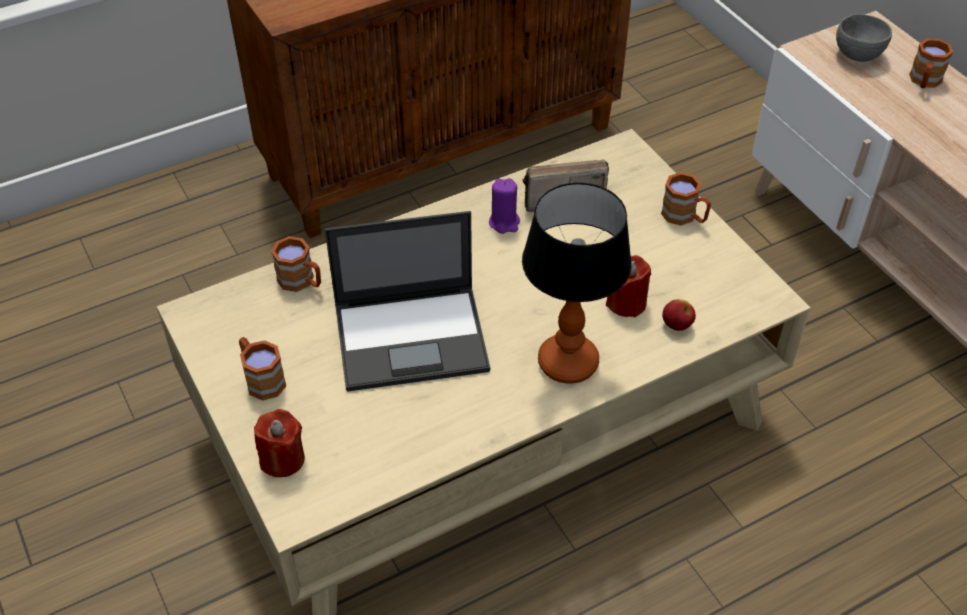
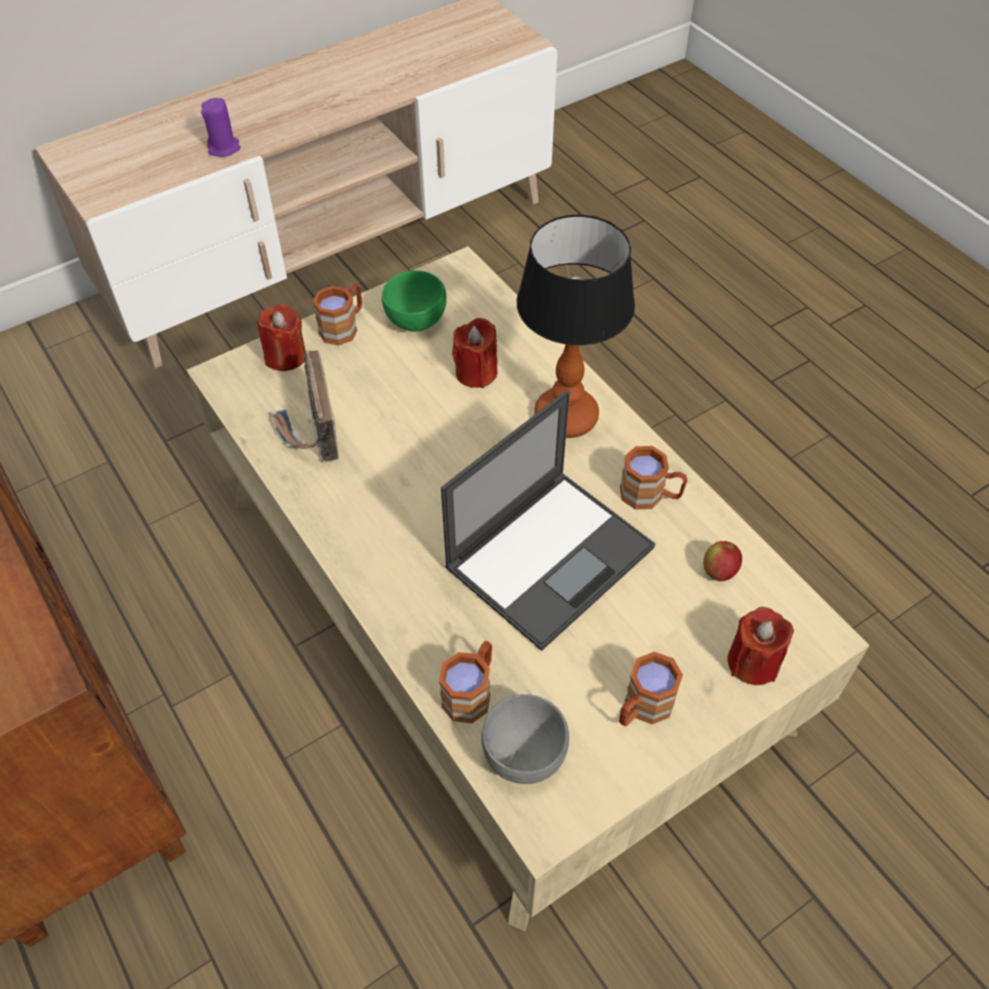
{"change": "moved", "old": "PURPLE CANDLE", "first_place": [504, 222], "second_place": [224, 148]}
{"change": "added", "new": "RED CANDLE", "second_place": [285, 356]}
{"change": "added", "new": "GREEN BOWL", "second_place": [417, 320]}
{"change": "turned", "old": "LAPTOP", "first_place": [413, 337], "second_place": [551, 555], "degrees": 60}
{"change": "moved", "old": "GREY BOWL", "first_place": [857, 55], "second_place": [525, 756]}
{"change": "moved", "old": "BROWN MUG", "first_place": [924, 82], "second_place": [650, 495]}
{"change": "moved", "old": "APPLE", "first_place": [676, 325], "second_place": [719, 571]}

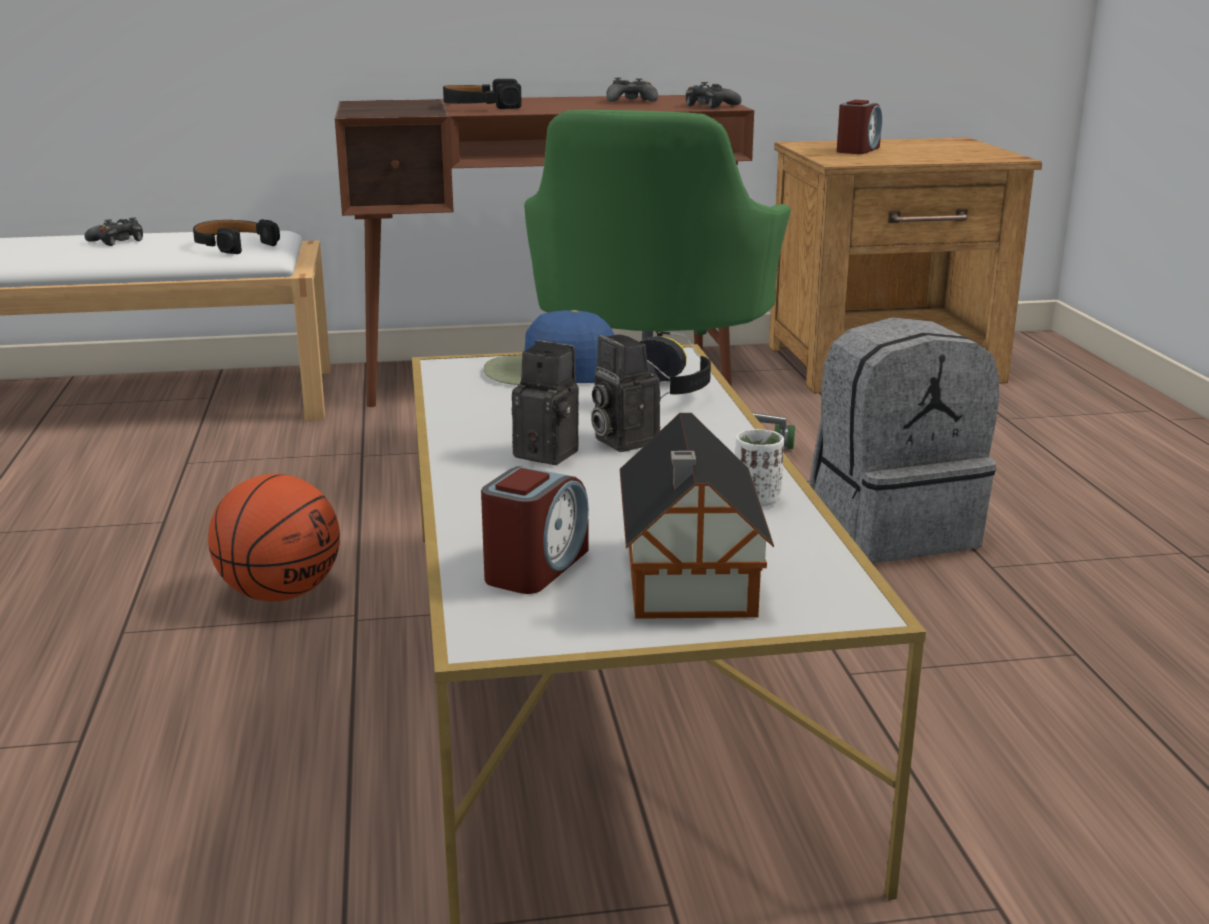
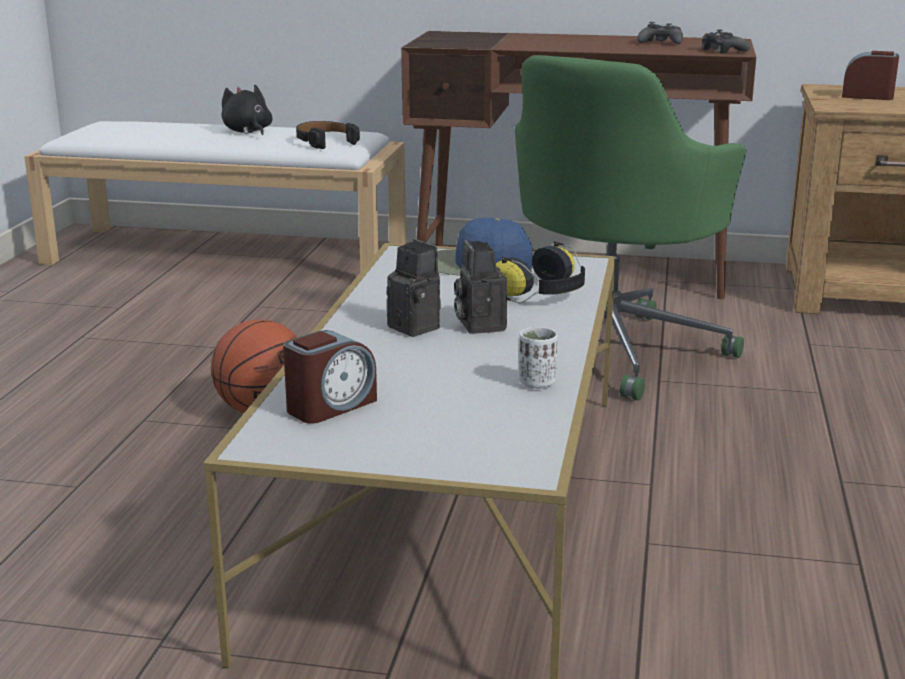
{"change": "replaced", "old": "BLACK GAME CONTROLLER", "new": "BLACK PLUSH TOY", "first_place": [118, 241], "second_place": [247, 132]}
{"change": "turned", "old": "ALARM CLOCK", "first_place": [857, 150], "second_place": [867, 96], "degrees": -120}
{"change": "removed", "old": "BLACK HEADPHONES", "first_place": [482, 106]}
{"change": "removed", "old": "TOY HOUSE", "first_place": [687, 579]}
{"change": "removed", "old": "GREY BACKPACK", "first_place": [892, 529]}

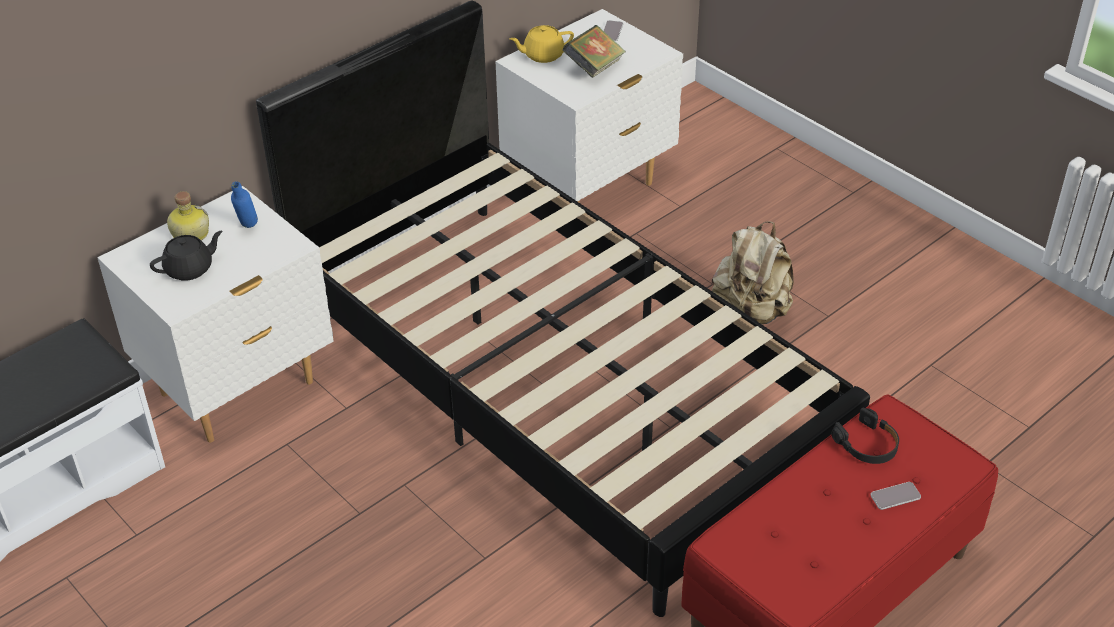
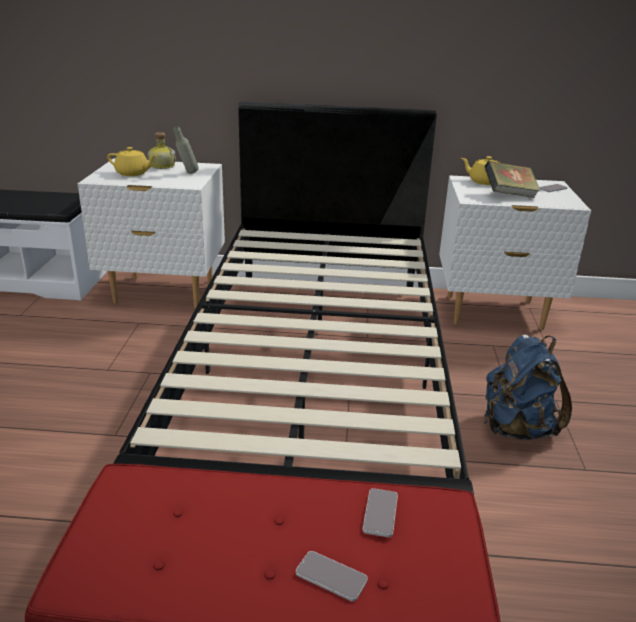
{"change": "recoloured", "old": "BLACK TEAPOT", "new": "YELLOW TEAPOT", "first_place": [190, 269], "second_place": [133, 173]}
{"change": "recoloured", "old": "BLUE BOTTLE", "new": "GREY BOTTLE", "first_place": [248, 229], "second_place": [187, 173]}
{"change": "replaced", "old": "BLACK HEADPHONES", "new": "PHONE", "first_place": [867, 444], "second_place": [380, 513]}
{"change": "recoloured", "old": "BEIGE BACKPACK", "new": "BLUE BACKPACK", "first_place": [751, 312], "second_place": [517, 429]}

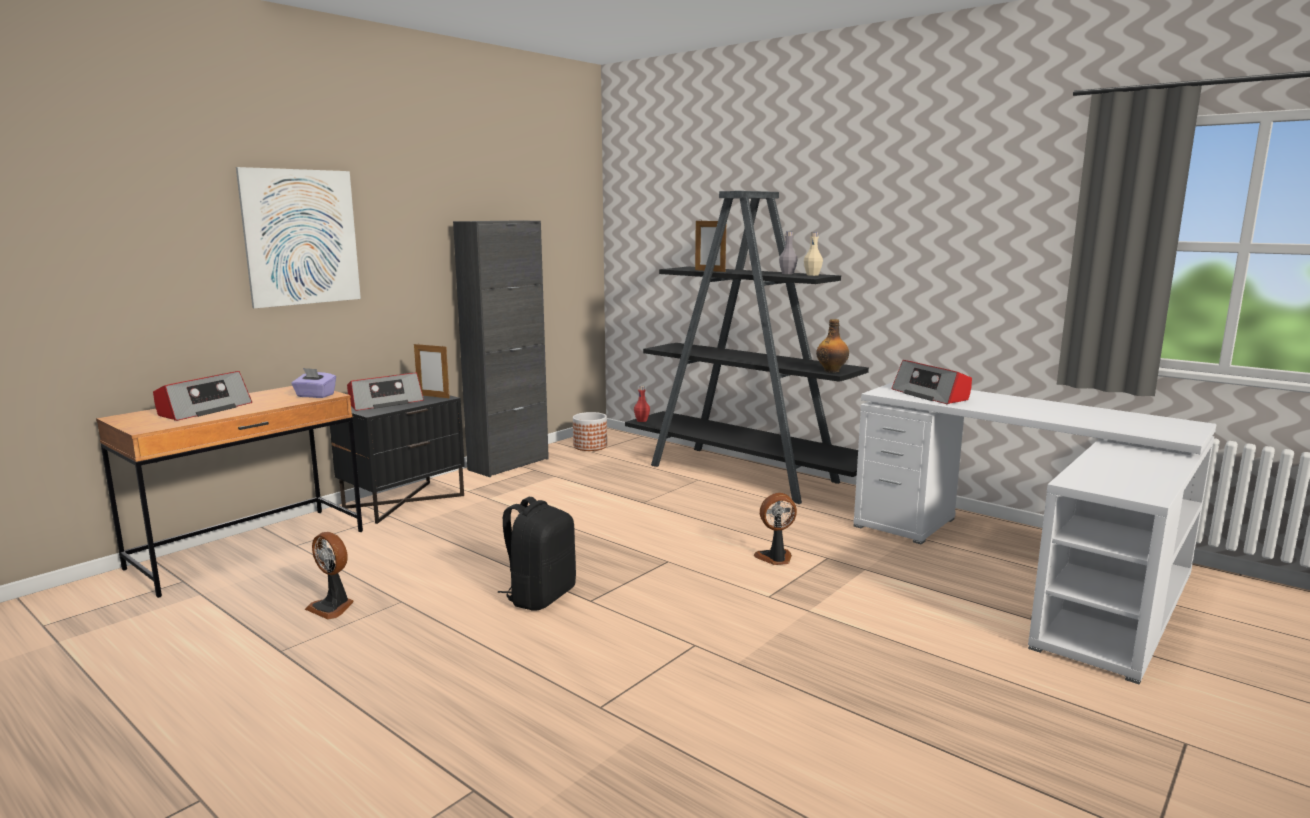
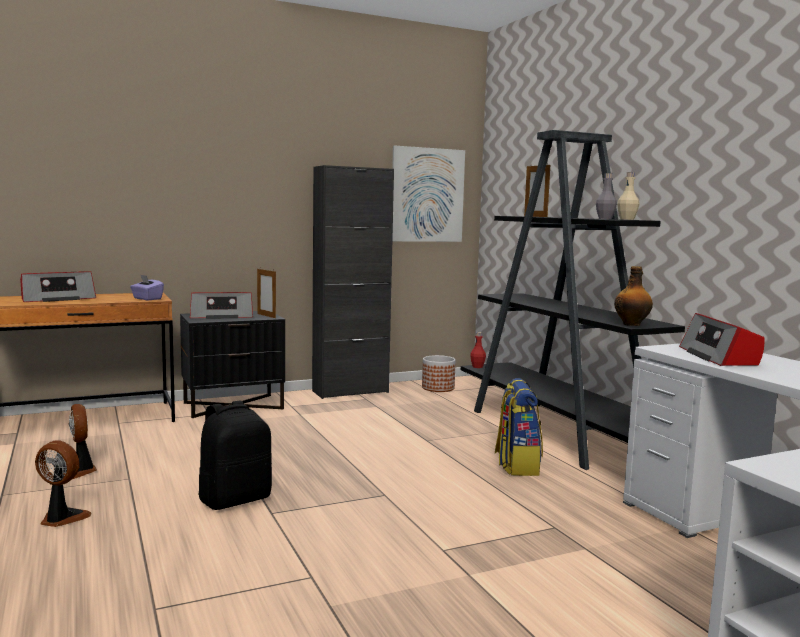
{"change": "moved", "old": "FAN", "first_place": [775, 558], "second_place": [61, 519]}
{"change": "moved", "old": "PICTURE", "first_place": [301, 237], "second_place": [427, 195]}
{"change": "added", "new": "BACKPACK", "second_place": [517, 465]}

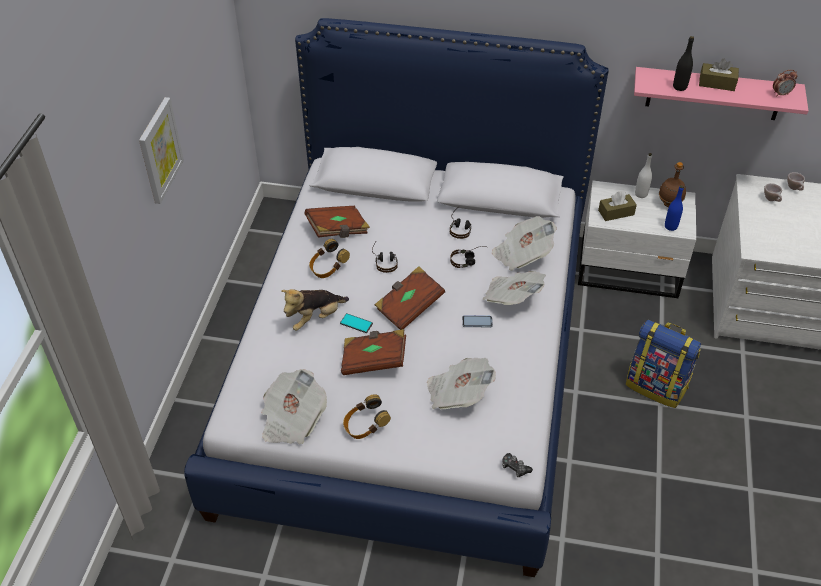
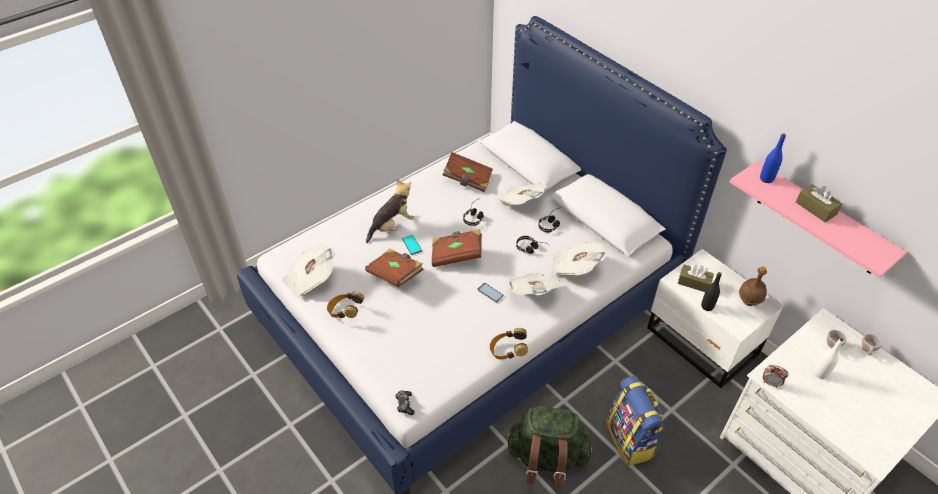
{"change": "turned", "old": "PLUSH TOY", "first_place": [315, 318], "second_place": [392, 226], "degrees": 135}
{"change": "moved", "old": "HEADPHONES", "first_place": [328, 268], "second_place": [507, 351]}
{"change": "moved", "old": "NEWSPAPER", "first_place": [458, 394], "second_place": [521, 202]}
{"change": "added", "new": "GREEN BACKPACK", "second_place": [546, 459]}
{"change": "moved", "old": "BLACK BOTTLE", "first_place": [679, 87], "second_place": [707, 306]}
{"change": "moved", "old": "BLUE BOTTLE", "first_place": [670, 226], "second_place": [766, 179]}
{"change": "moved", "old": "ALARM CLOCK", "first_place": [781, 94], "second_place": [770, 383]}
{"change": "moved", "old": "WHITE BOTTLE", "first_place": [641, 194], "second_place": [820, 373]}
{"change": "removed", "old": "PICTURE", "first_place": [159, 150]}

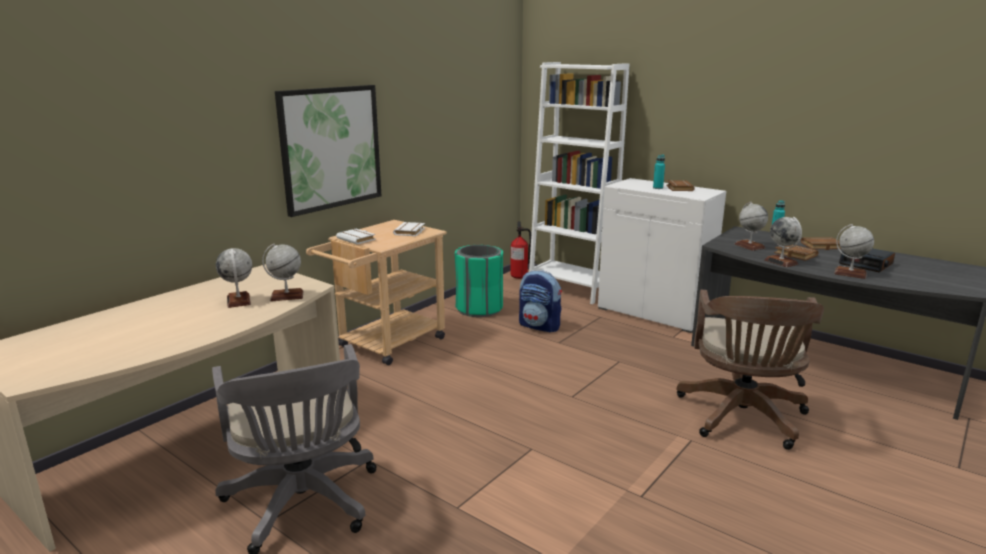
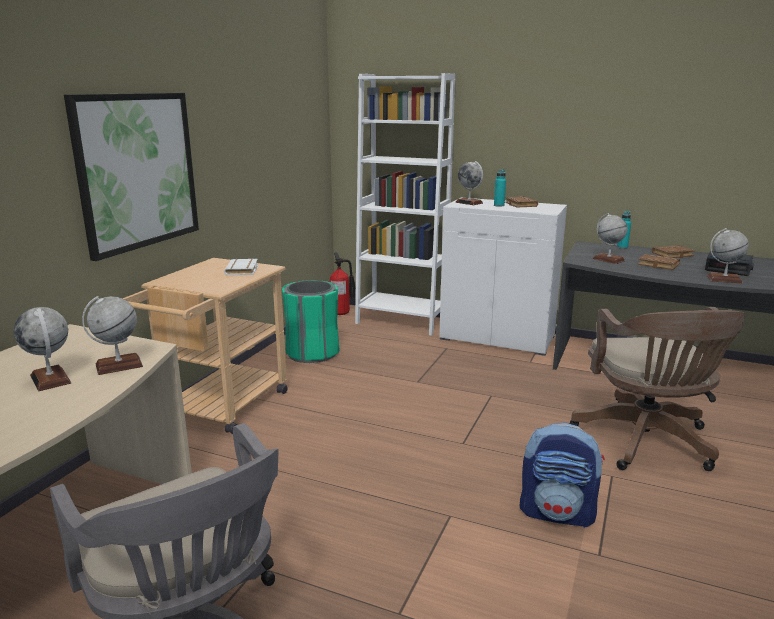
{"change": "moved", "old": "GLOBE", "first_place": [781, 262], "second_place": [469, 202]}
{"change": "moved", "old": "BACKPACK", "first_place": [540, 326], "second_place": [557, 513]}
{"change": "removed", "old": "WHITE BOOK", "first_place": [357, 239]}

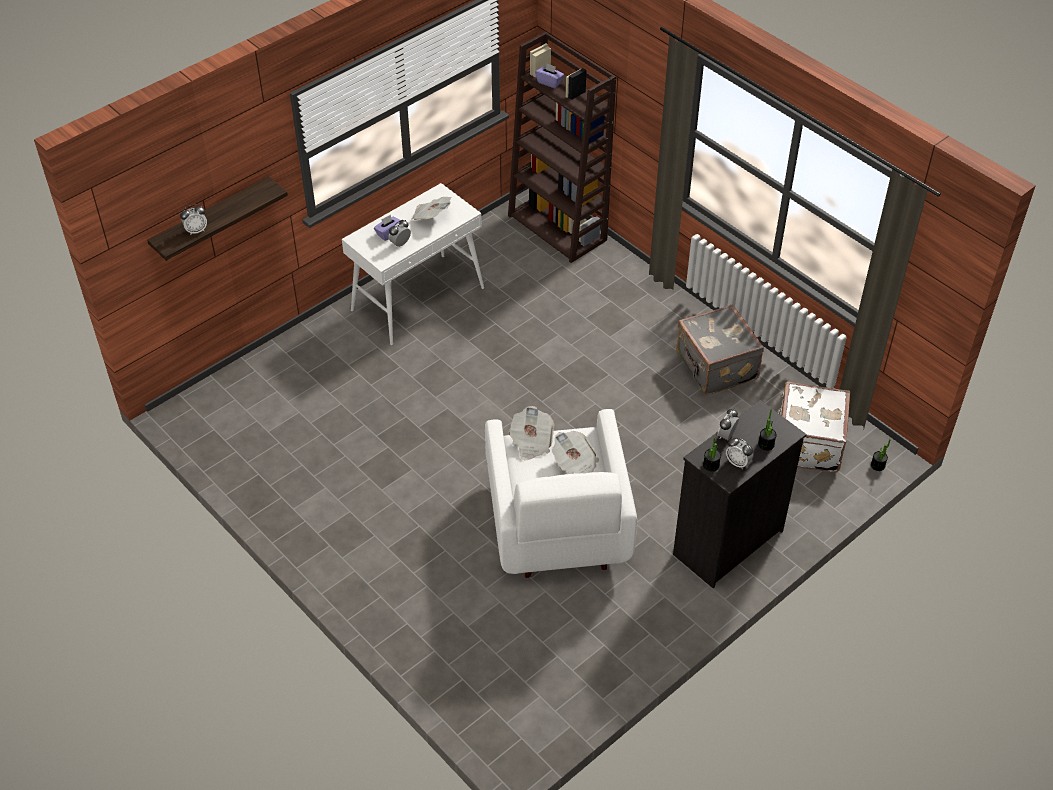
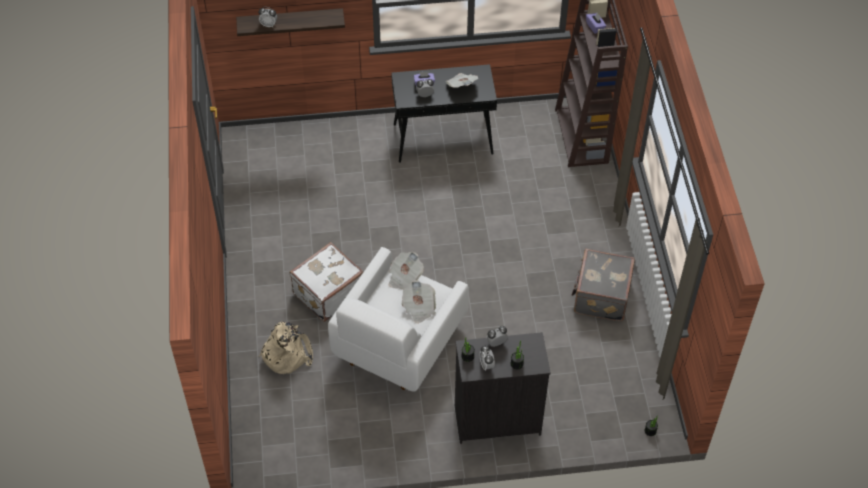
{"change": "added", "new": "BEIGE BACKPACK", "second_place": [286, 353]}
{"change": "moved", "old": "WHITE SUITCASE", "first_place": [806, 443], "second_place": [327, 293]}
{"change": "recoloured", "old": "WHITE CONSOLE TABLE", "new": "BLACK CONSOLE TABLE", "first_place": [418, 299], "second_place": [443, 139]}

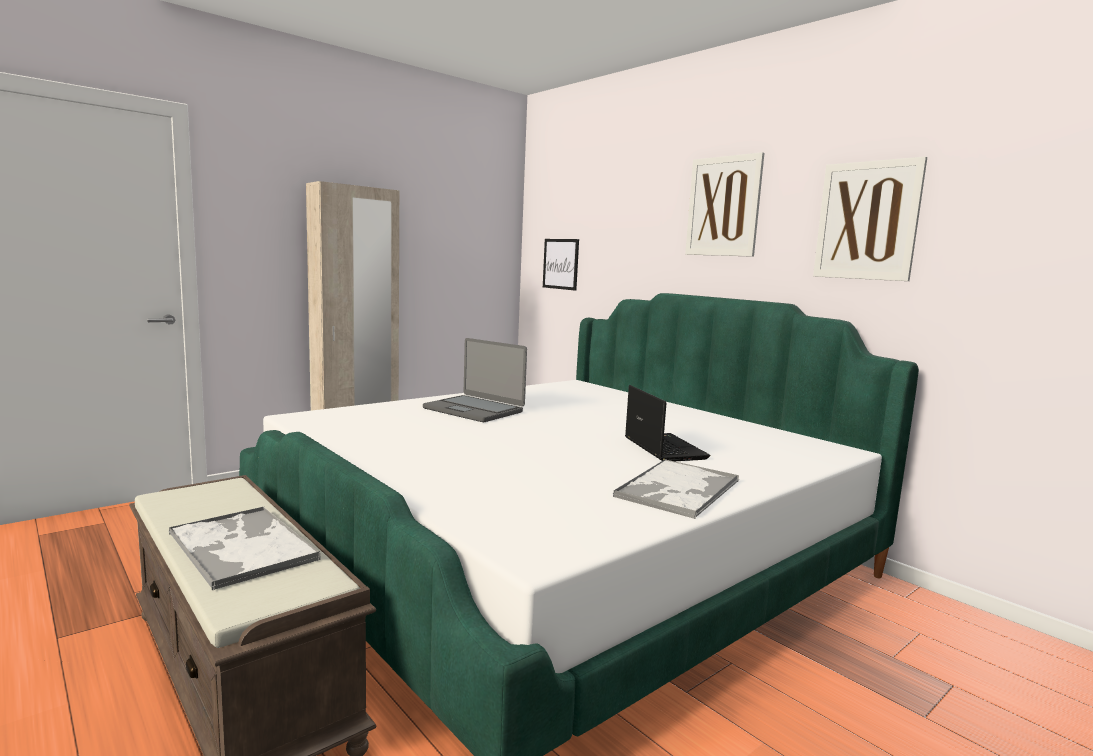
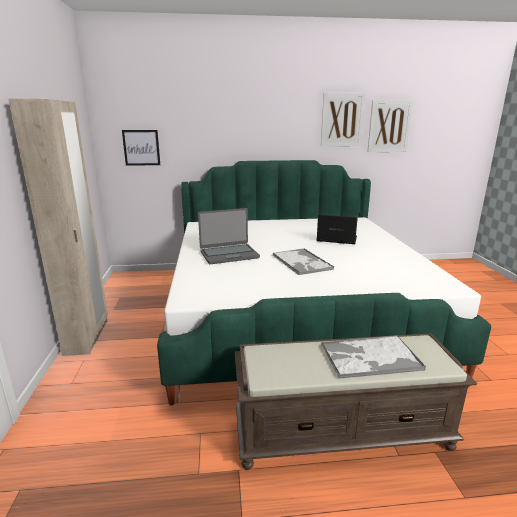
{"change": "moved", "old": "TRAY", "first_place": [677, 489], "second_place": [302, 262]}
{"change": "moved", "old": "PICTURE", "first_place": [723, 206], "second_place": [389, 126]}

